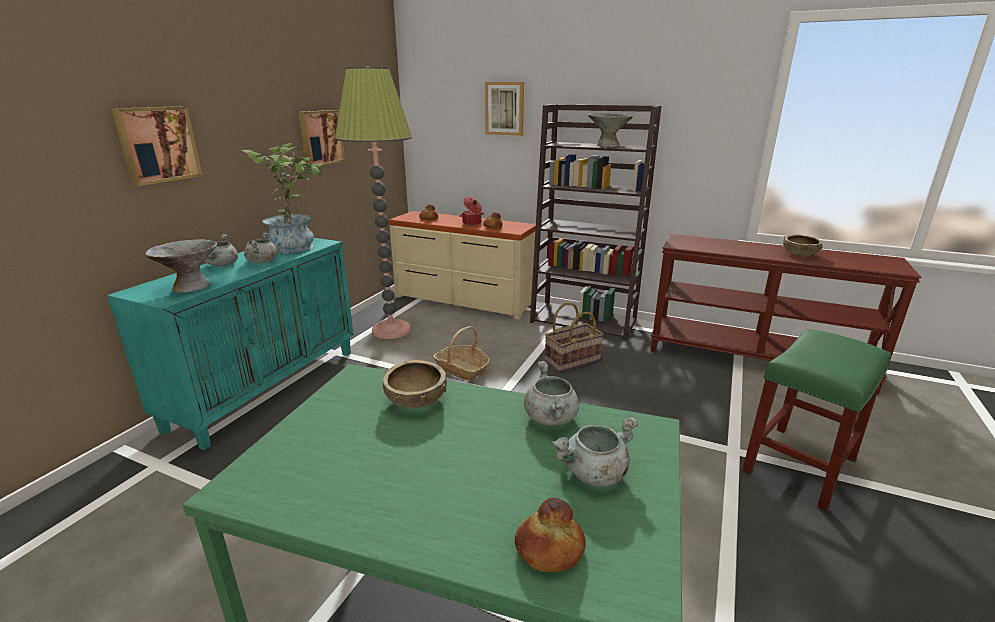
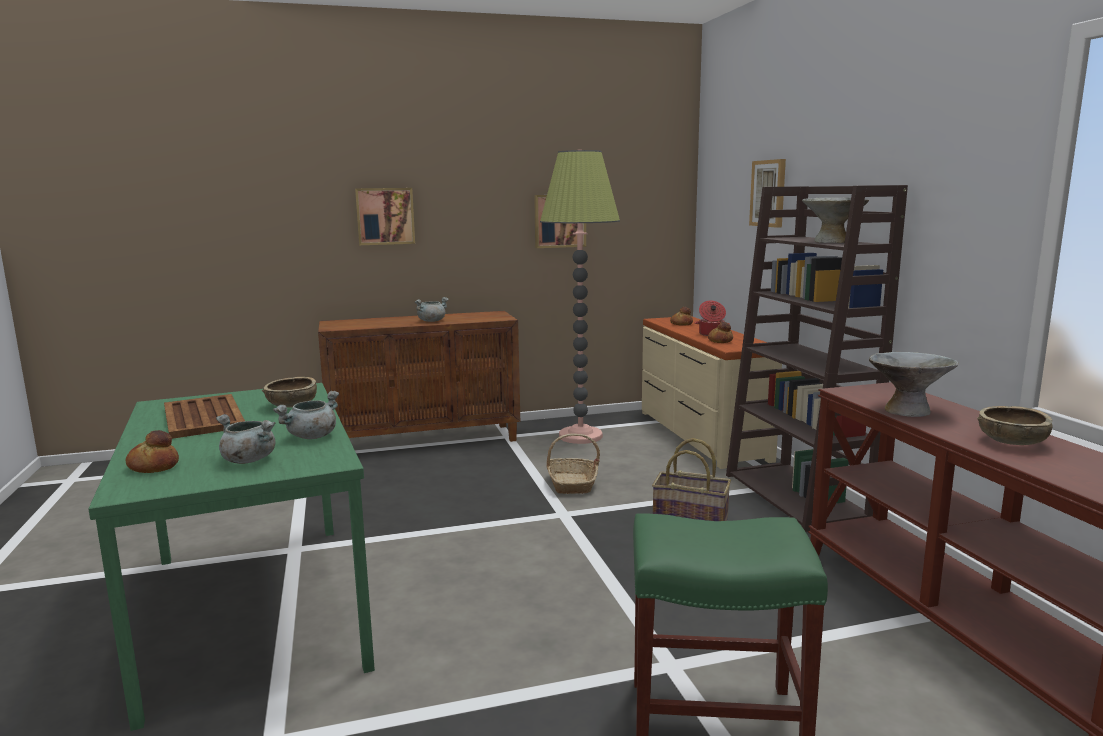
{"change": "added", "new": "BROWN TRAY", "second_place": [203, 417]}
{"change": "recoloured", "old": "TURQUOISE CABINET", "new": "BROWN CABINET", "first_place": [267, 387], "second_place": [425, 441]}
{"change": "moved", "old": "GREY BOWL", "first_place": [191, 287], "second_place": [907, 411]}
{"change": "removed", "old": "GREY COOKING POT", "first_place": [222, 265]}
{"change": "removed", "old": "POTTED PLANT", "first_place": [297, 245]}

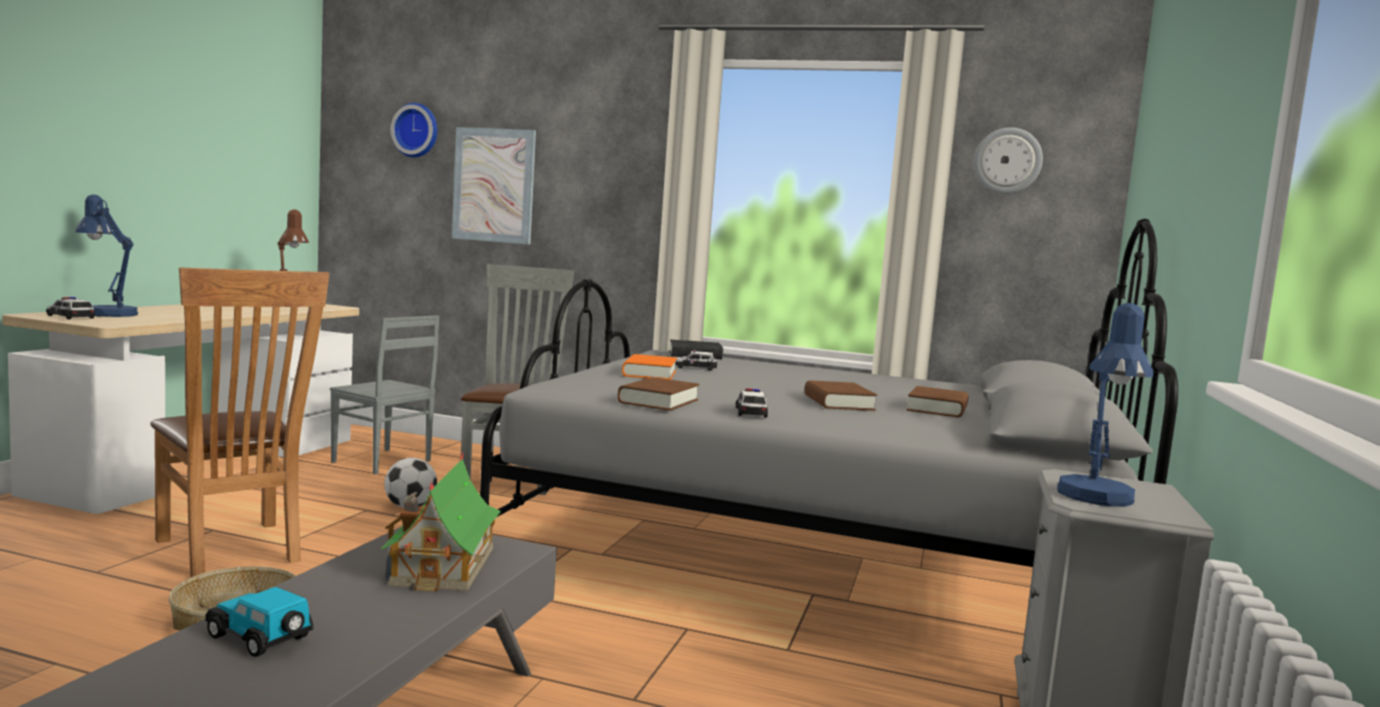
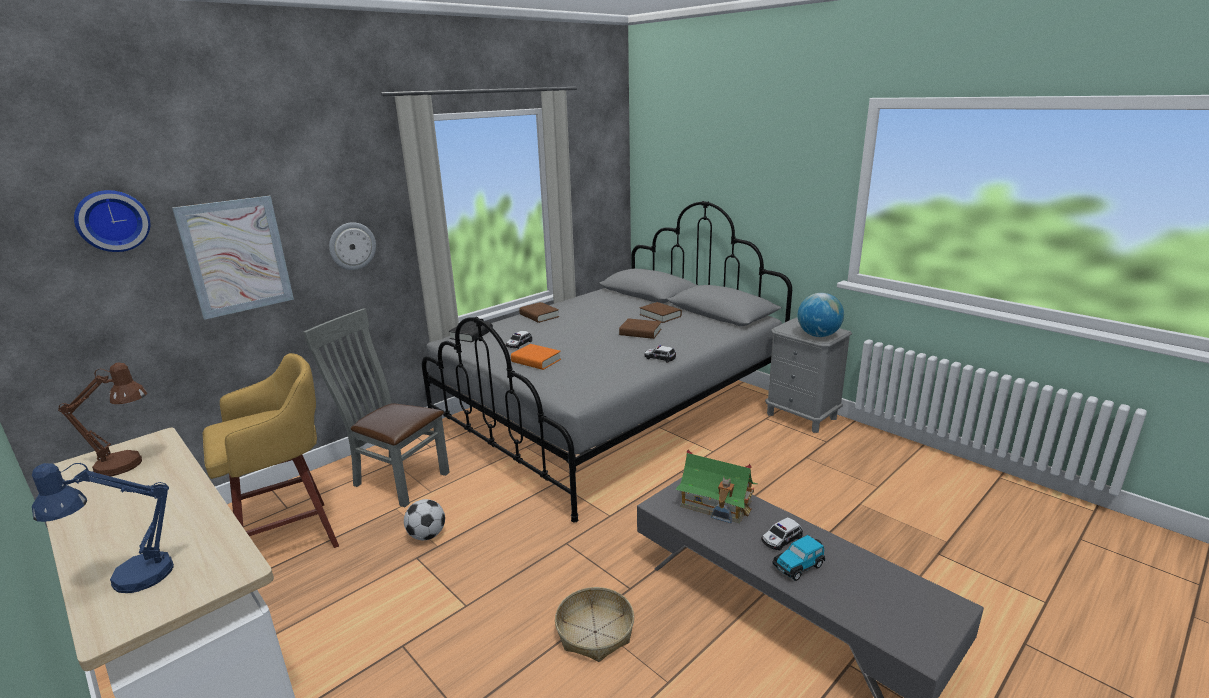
{"change": "replaced", "old": "GREY CHAIR", "new": "YELLOW STOOL", "first_place": [381, 462], "second_place": [290, 537]}
{"change": "moved", "old": "WALL CLOCK", "first_place": [1007, 161], "second_place": [352, 246]}
{"change": "moved", "old": "BROWN BOOK", "first_place": [658, 401], "second_place": [539, 316]}
{"change": "moved", "old": "TOY CAR", "first_place": [70, 317], "second_place": [781, 539]}
{"change": "replaced", "old": "BLUE TABLE LAMP", "new": "GLOBE", "first_place": [1096, 500], "second_place": [818, 335]}
{"change": "removed", "old": "BROWN CHAIR", "first_place": [233, 552]}

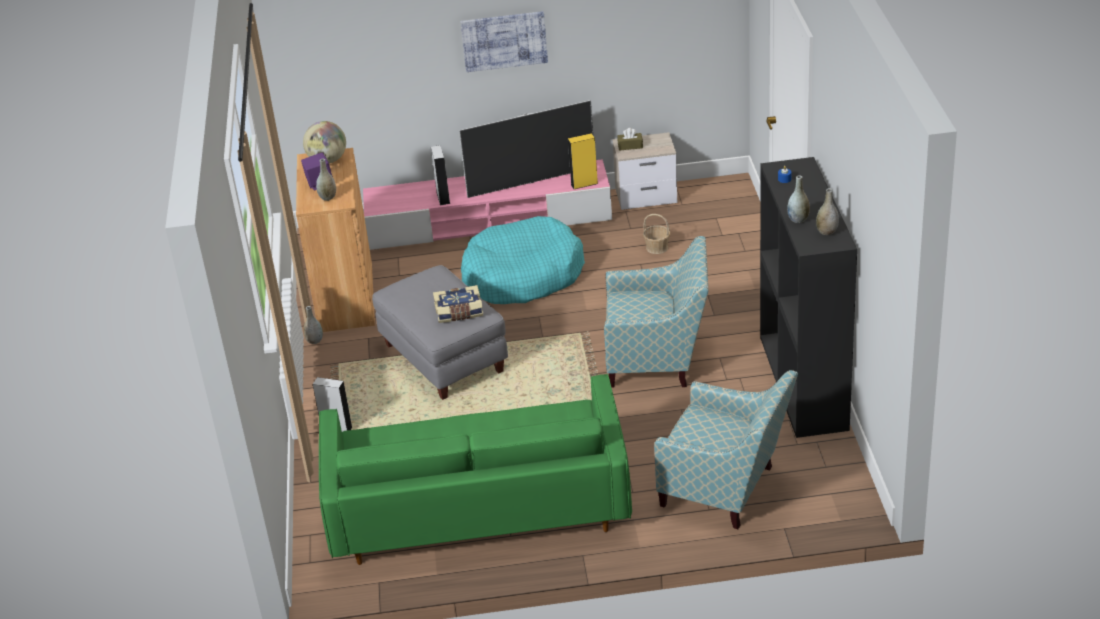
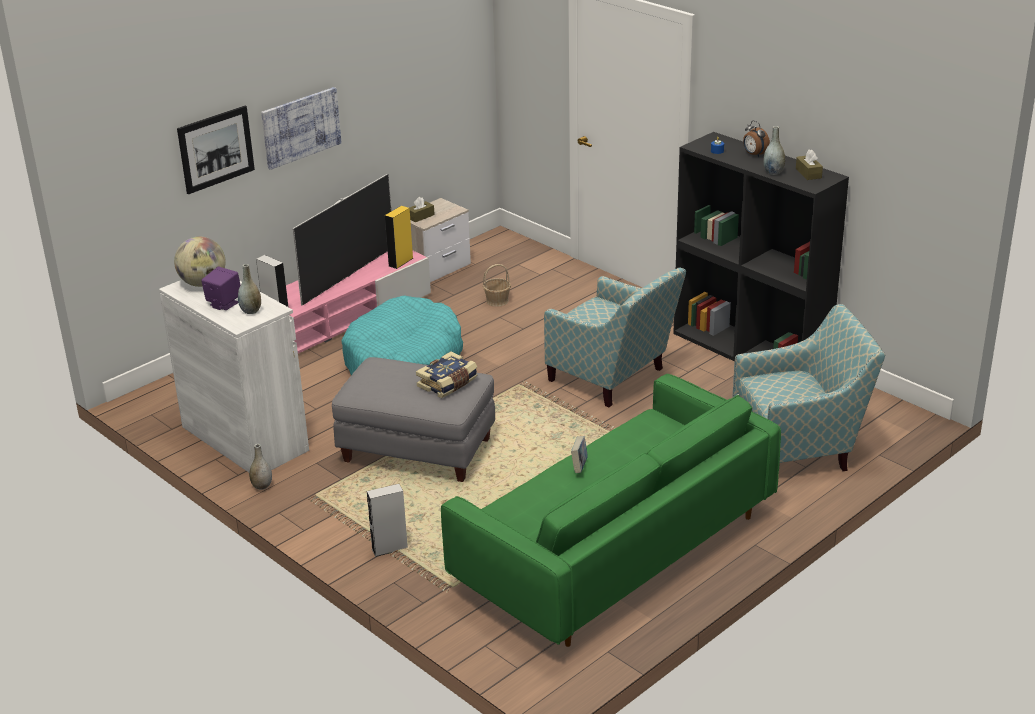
{"change": "recoloured", "old": "BROWN CABINET", "new": "WHITE CABINET", "first_place": [346, 296], "second_place": [244, 438]}
{"change": "added", "new": "PICTURE", "second_place": [216, 149]}
{"change": "turned", "old": "ARMCHAIR", "first_place": [659, 360], "second_place": [614, 379], "degrees": 75}
{"change": "added", "new": "BOOK", "second_place": [579, 466]}
{"change": "added", "new": "ALARM CLOCK", "second_place": [754, 155]}
{"change": "replaced", "old": "GREY VASE", "new": "BROWN TISSUE BOX", "first_place": [827, 232], "second_place": [808, 173]}

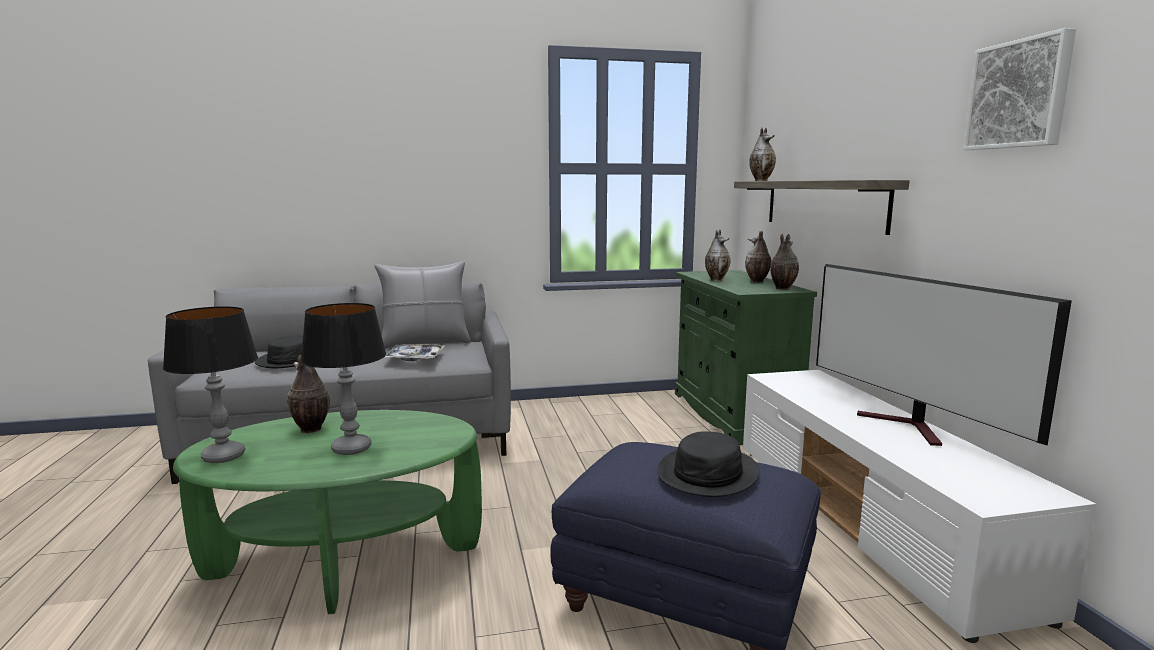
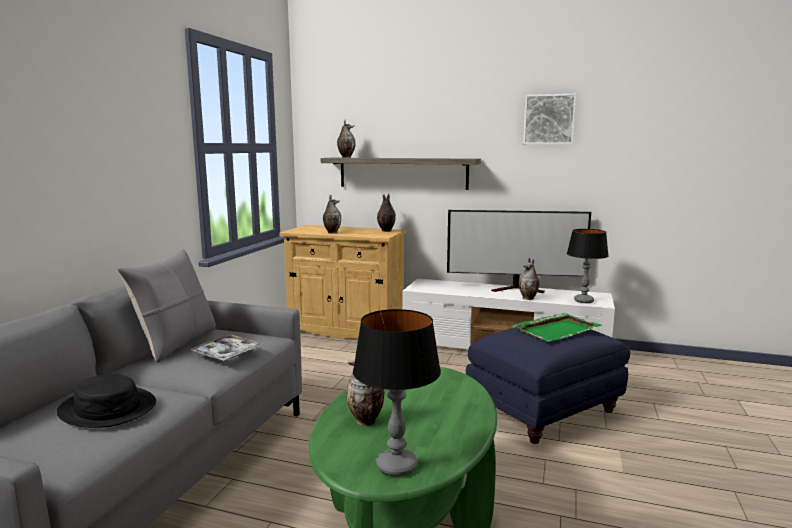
{"change": "recoloured", "old": "GREEN CABINET", "new": "BEIGE CABINET", "first_place": [732, 414], "second_place": [346, 329]}
{"change": "replaced", "old": "BLACK HAT", "new": "GREEN TRAY", "first_place": [708, 473], "second_place": [557, 329]}
{"change": "moved", "old": "VASE", "first_place": [757, 282], "second_place": [528, 298]}
{"change": "moved", "old": "TABLE LAMP", "first_place": [351, 448], "second_place": [583, 301]}

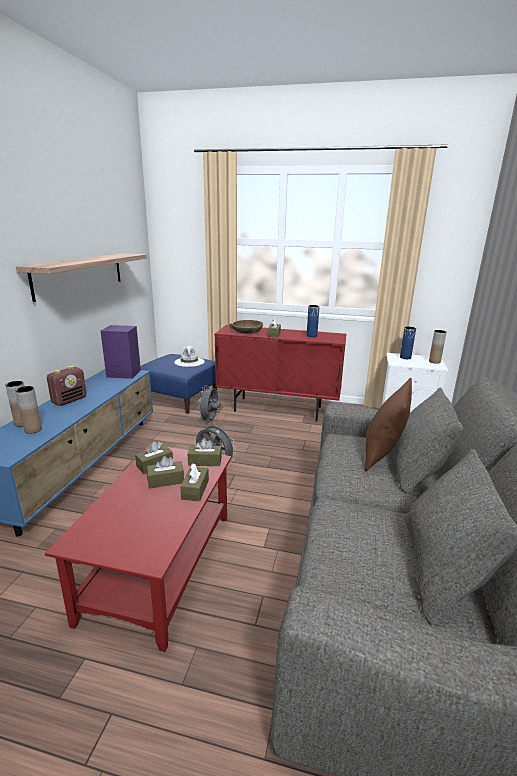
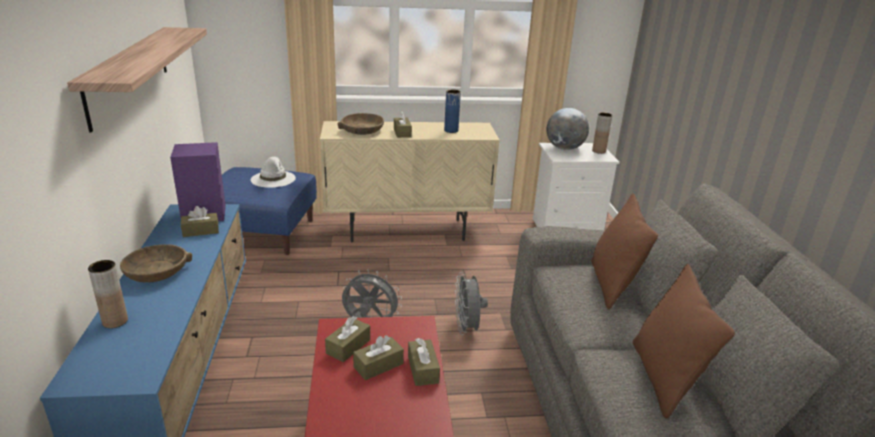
{"change": "replaced", "old": "RADIO", "new": "BROWN BOWL", "first_place": [69, 400], "second_place": [157, 271]}
{"change": "moved", "old": "BROWN TISSUE BOX", "first_place": [205, 461], "second_place": [200, 231]}
{"change": "recoloured", "old": "RED CABINET", "new": "BEIGE CABINET", "first_place": [278, 409], "second_place": [407, 230]}
{"change": "moved", "old": "GREY FAN", "first_place": [210, 421], "second_place": [467, 328]}
{"change": "replaced", "old": "BLUE VASE", "new": "GLOBE", "first_place": [405, 357], "second_place": [564, 148]}
{"change": "added", "new": "BROWN PILLOW", "second_place": [664, 379]}
{"change": "removed", "old": "BROWN VASE", "first_place": [33, 430]}

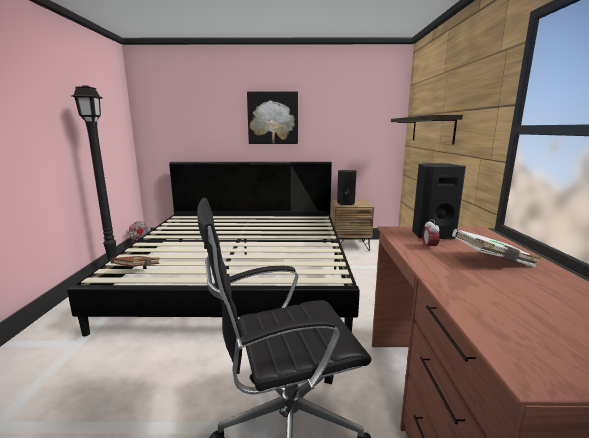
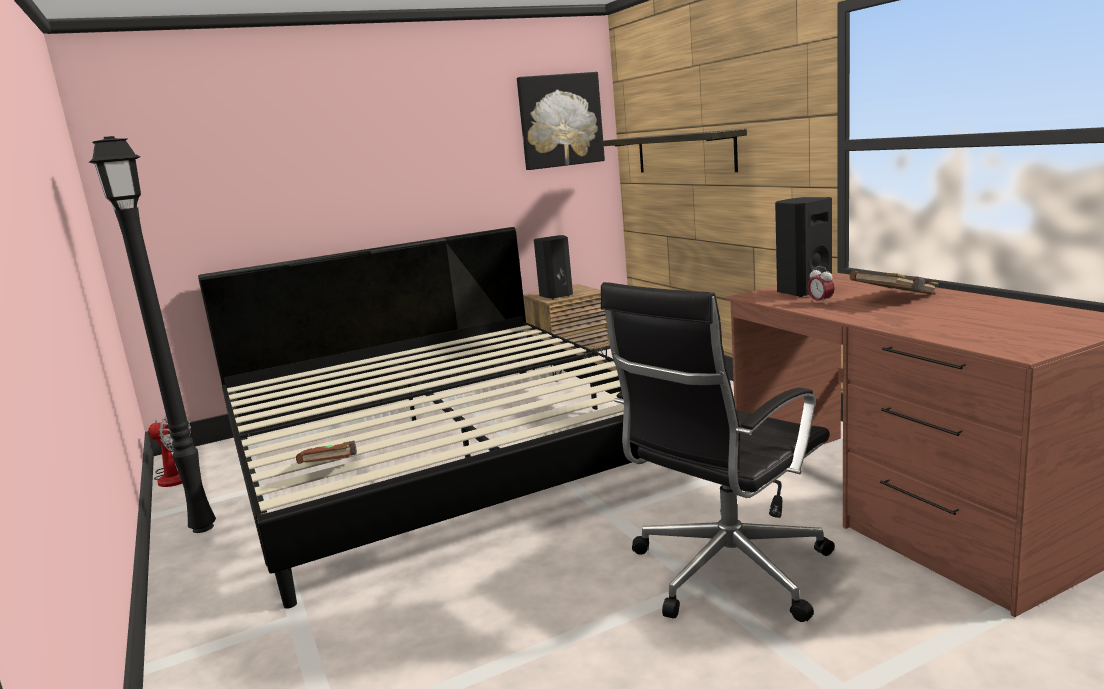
{"change": "moved", "old": "PICTURE", "first_place": [273, 118], "second_place": [560, 120]}
{"change": "recoloured", "old": "WHITE BOOK", "new": "BROWN BOOK", "first_place": [492, 261], "second_place": [895, 299]}

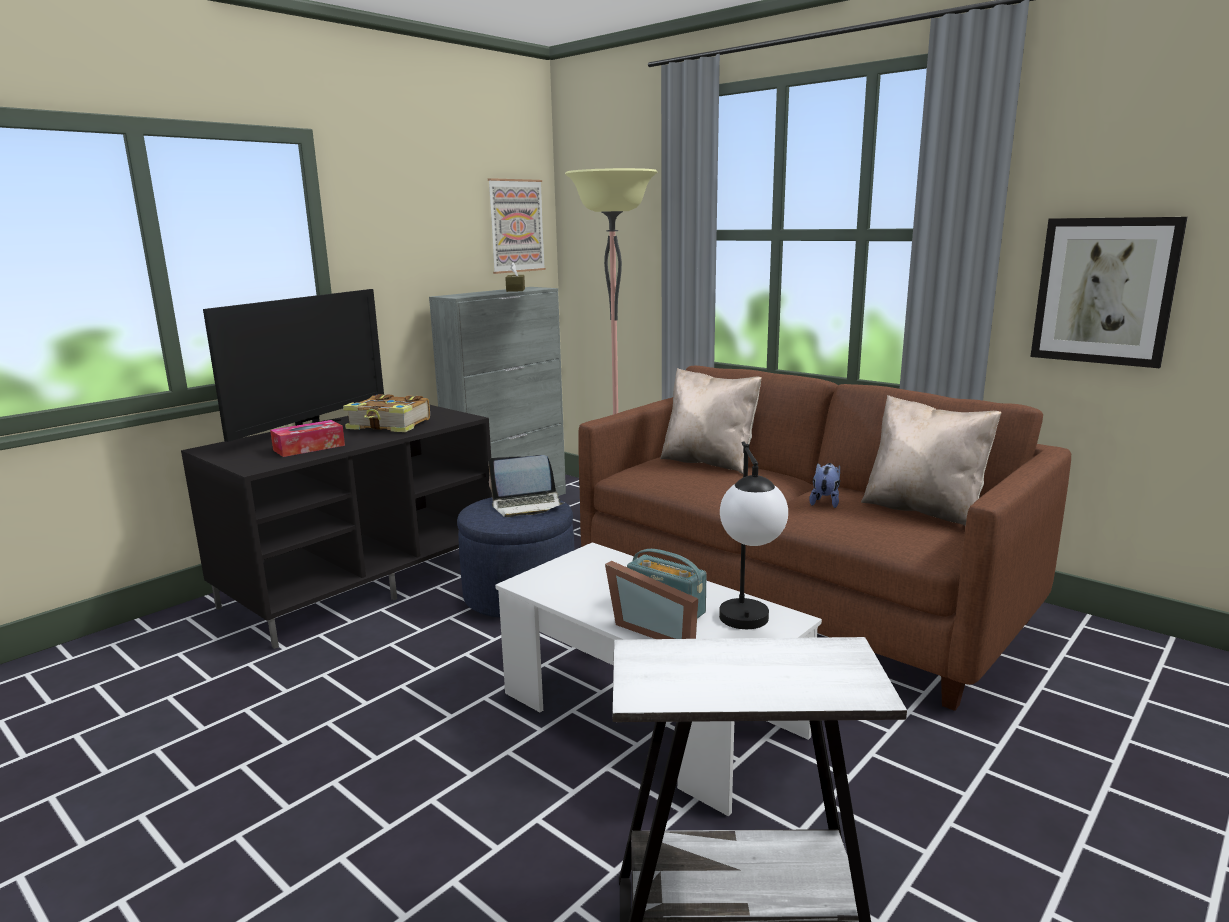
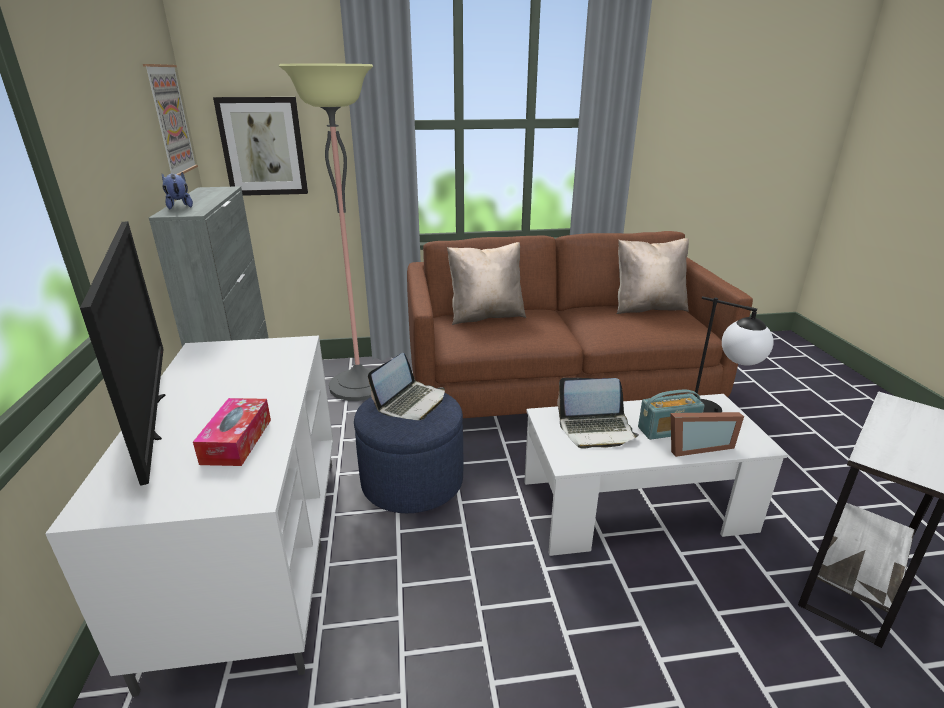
{"change": "recoloured", "old": "BLACK TV STAND", "new": "WHITE TV STAND", "first_place": [363, 581], "second_place": [252, 553]}
{"change": "moved", "old": "PLUSH TOY", "first_place": [825, 502], "second_place": [179, 206]}
{"change": "moved", "old": "PICTURE", "first_place": [1104, 291], "second_place": [263, 147]}
{"change": "added", "new": "LAPTOP", "second_place": [596, 430]}
{"change": "removed", "old": "BOOK", "first_place": [390, 425]}
{"change": "removed", "old": "BROWN TISSUE BOX", "first_place": [515, 290]}

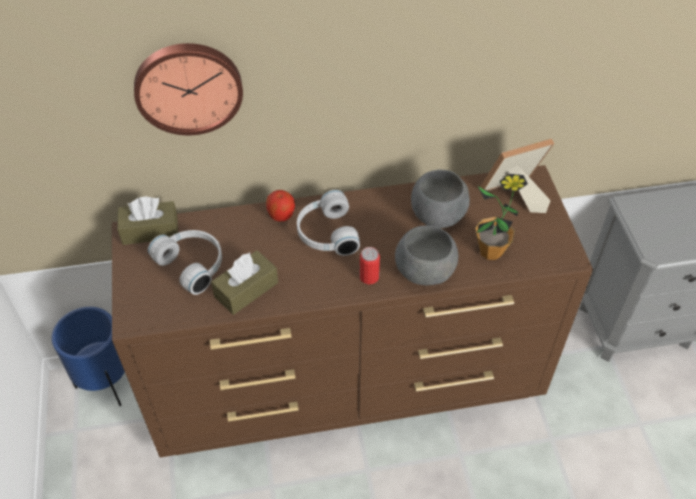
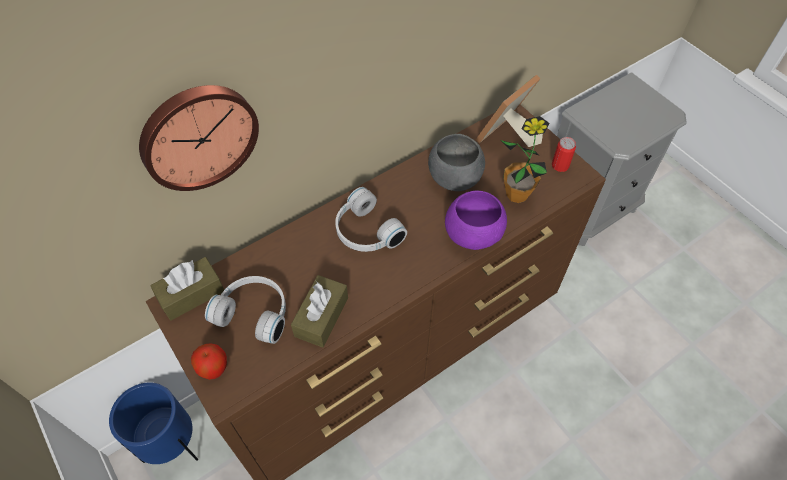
{"change": "moved", "old": "APPLE", "first_place": [281, 215], "second_place": [213, 368]}
{"change": "recoloured", "old": "GREY BOWL", "new": "PURPLE BOWL", "first_place": [424, 273], "second_place": [473, 236]}
{"change": "moved", "old": "CAN", "first_place": [369, 277], "second_place": [560, 165]}

